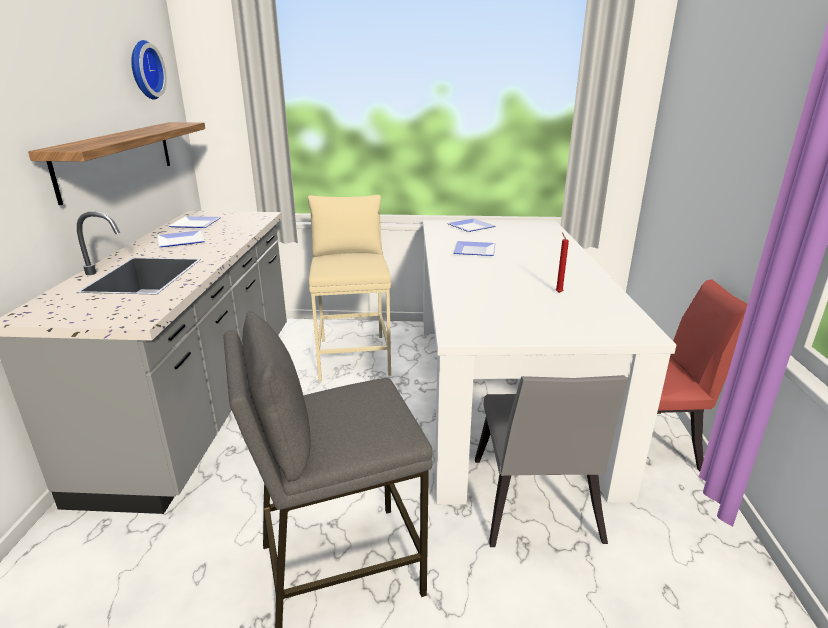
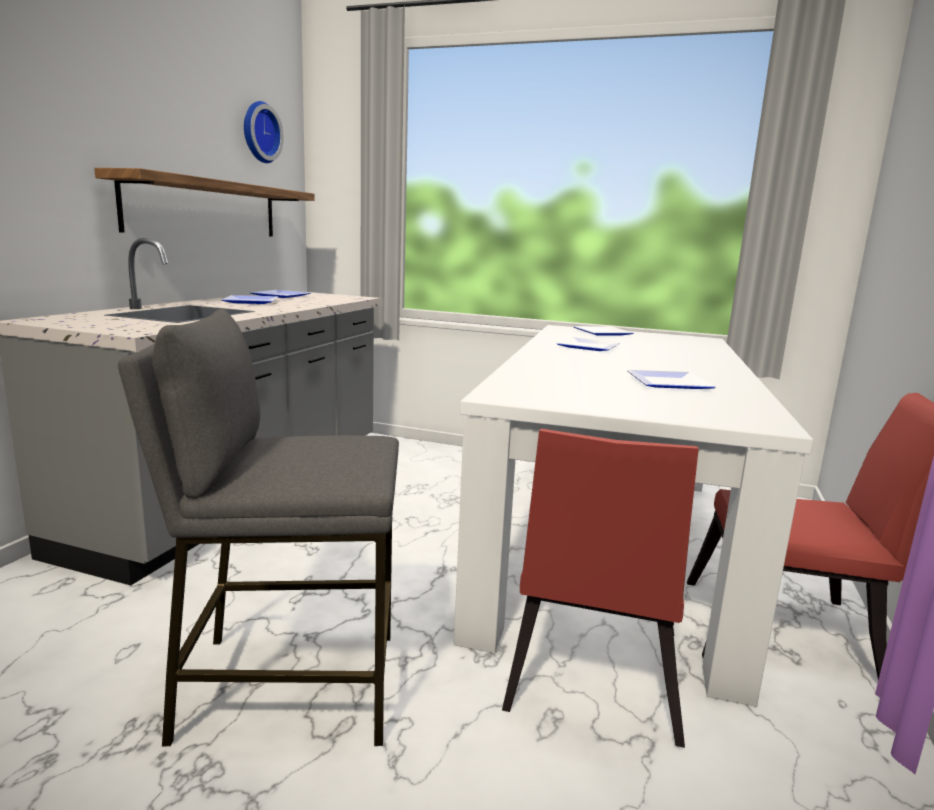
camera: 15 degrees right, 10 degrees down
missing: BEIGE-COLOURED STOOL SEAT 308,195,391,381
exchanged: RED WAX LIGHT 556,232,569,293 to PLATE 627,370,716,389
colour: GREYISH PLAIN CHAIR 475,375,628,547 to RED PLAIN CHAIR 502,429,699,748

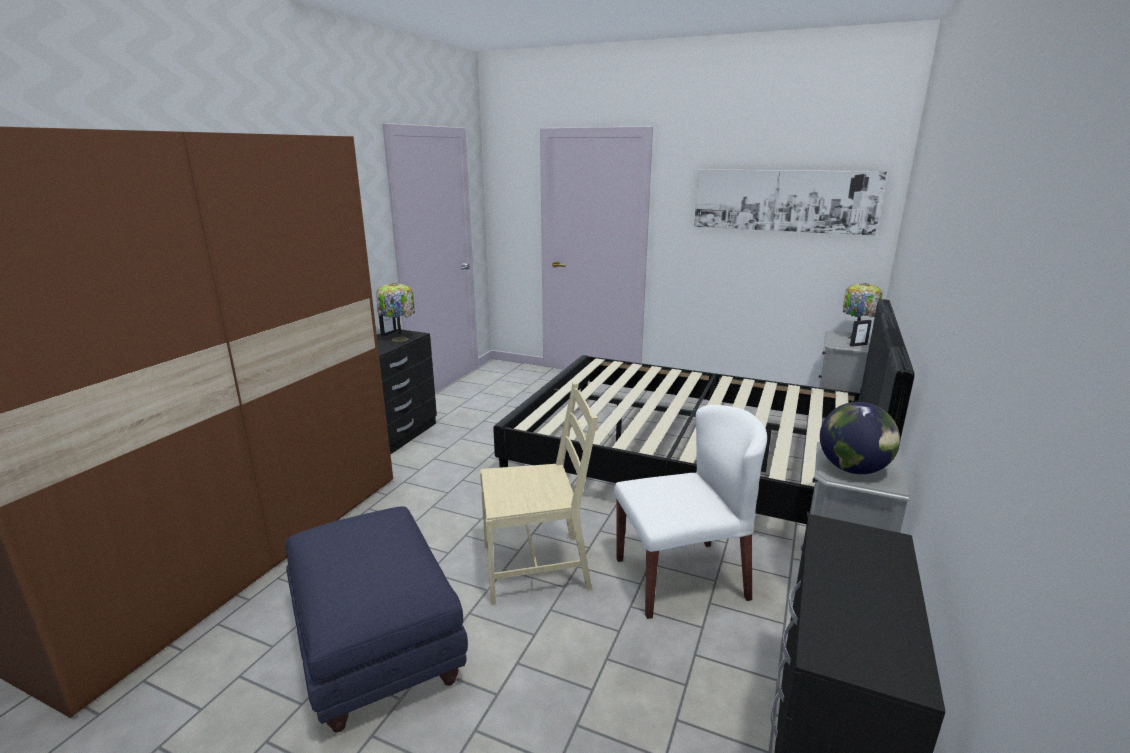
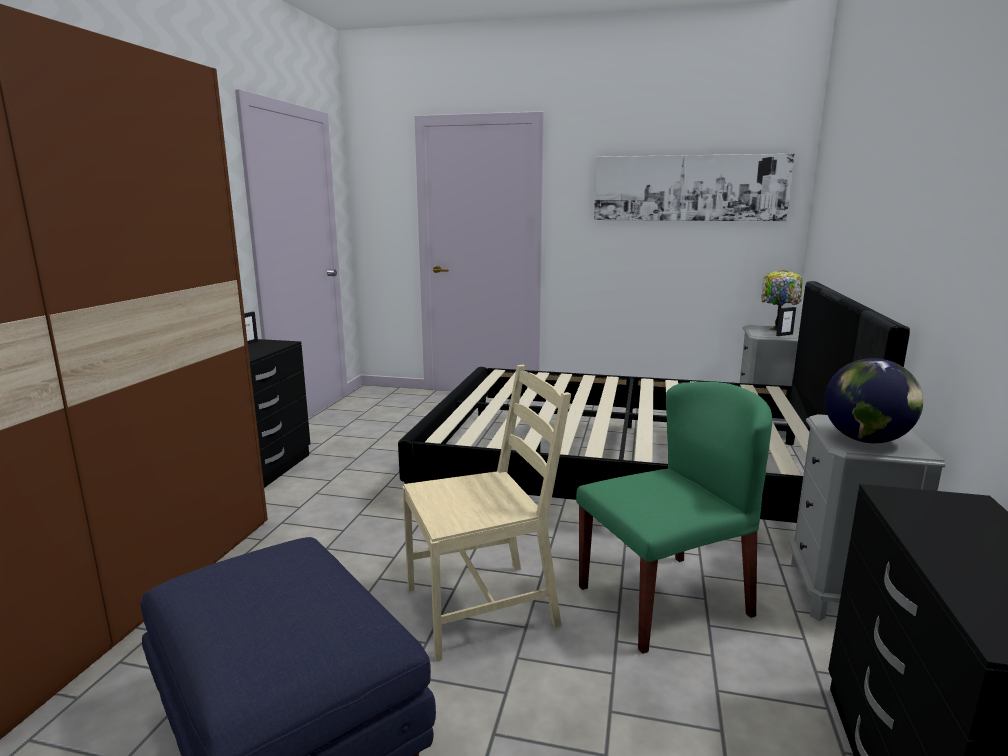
camera: 10 degrees left, 5 degrees down
missing: LAMP FOR A TABLE 376,283,415,342
colour: WHITE-COLOURED PLAIN CHAIR 614,405,767,619 to GREEN PLAIN CHAIR 576,382,772,654

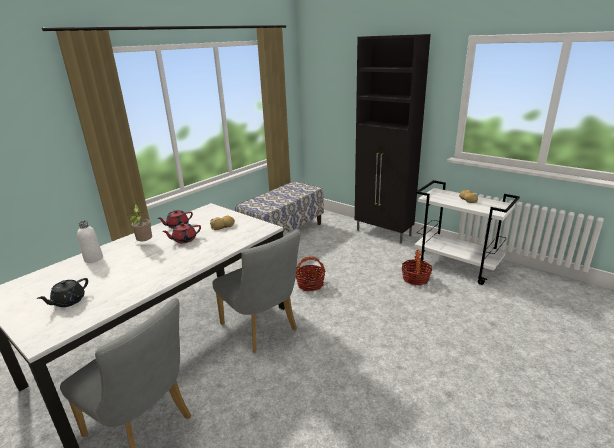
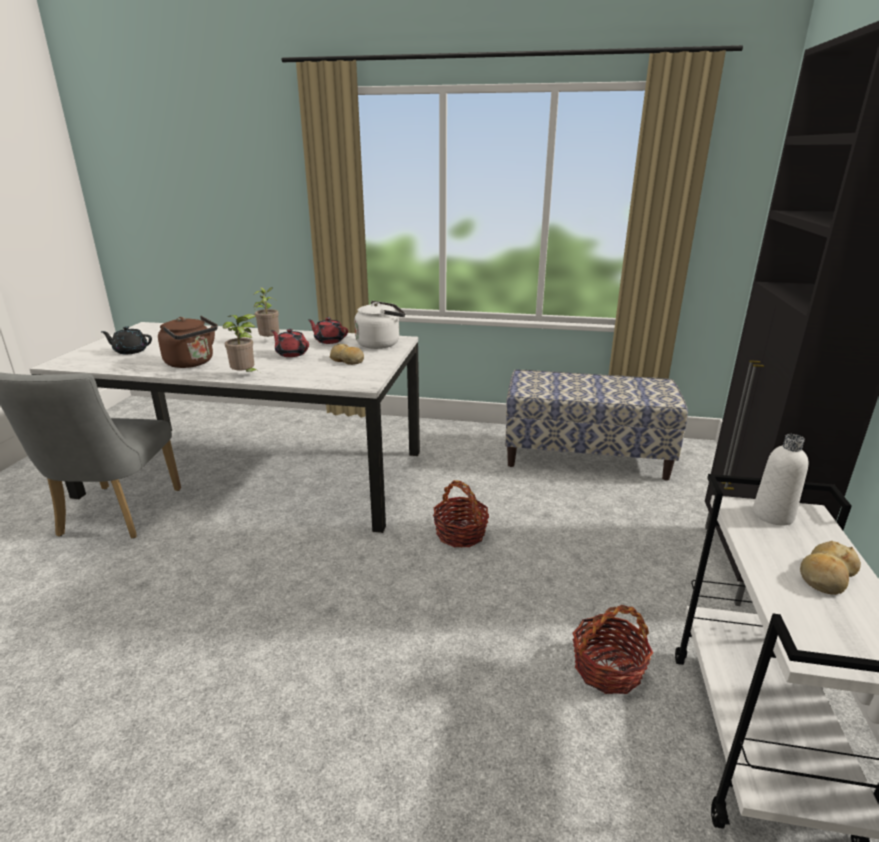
camera: 60 degrees right, 0 degrees up
missing: GREYISH PLAIN CHAIR 212,230,301,353
appeared: BROWNISH TEA KETTLE 158,316,218,368; HOUSEPLANT 223,314,257,372; WHITE-COLOURED TEA KETTLE 354,301,405,349
relocated: WHITE-COLOURED DRINK BOTTLE 77,221,103,263 to 753,434,808,525

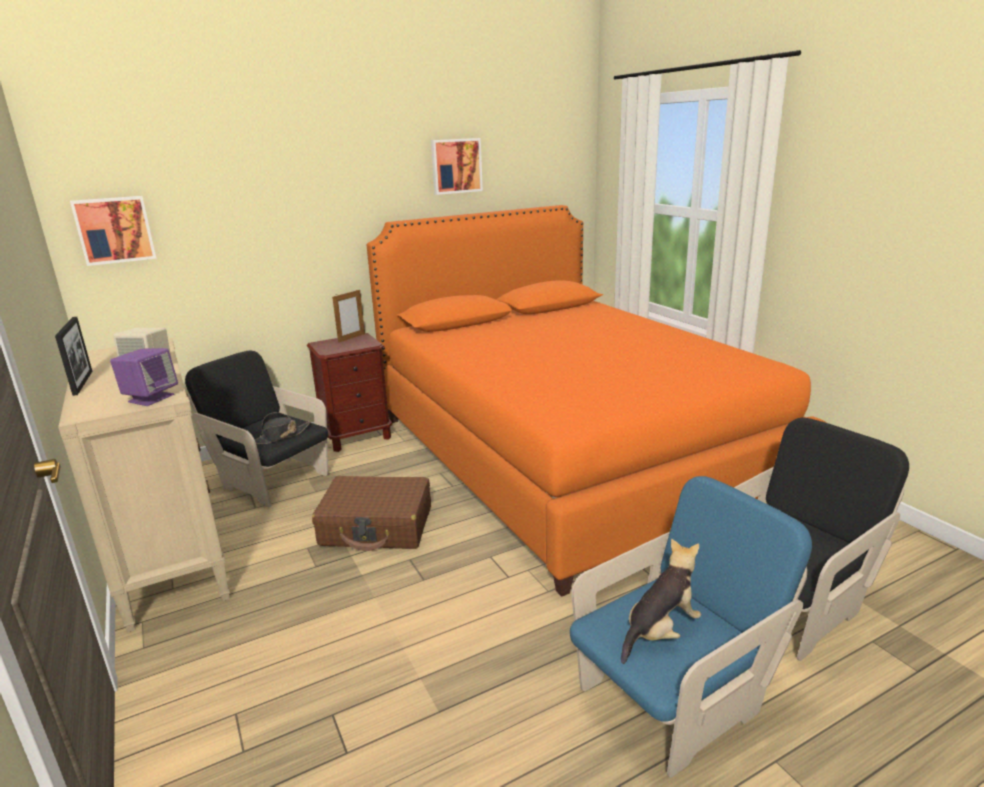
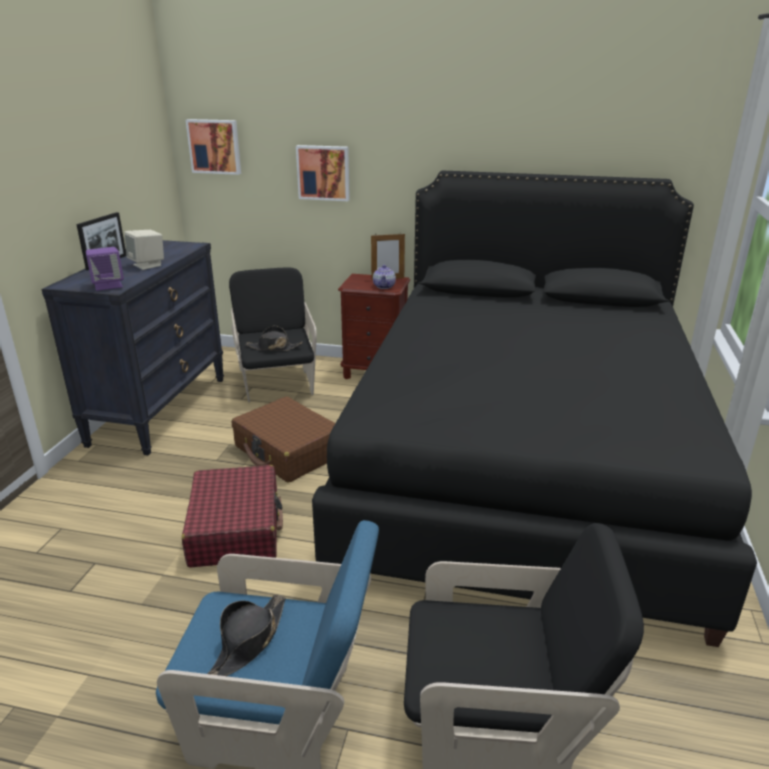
camera: 40 degrees right, 5 degrees up
appeared: RED PIECE OF LUGGAGE 182,465,283,568; TEAPOT 373,265,396,289
relocated: WALL PICTURE 431,138,483,195 to 296,145,350,201
exchanged: SOFT TOY 621,539,701,664 to BLACK-COLOURED CLOTHING HAT 207,594,285,676
colour: BEIGE-COLOURED DRAWER CHEST 58,338,230,632 to BLACK-COLOURED DRAWER CHEST 41,240,224,455; ORANGEY BEDROOM BED 367,205,826,597 to BLACK-COLOURED BEDROOM BED 312,170,757,647

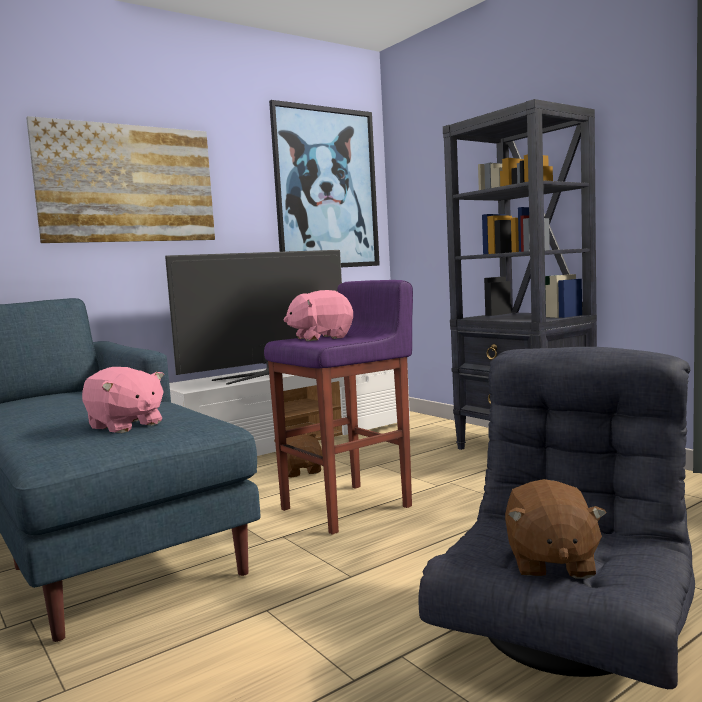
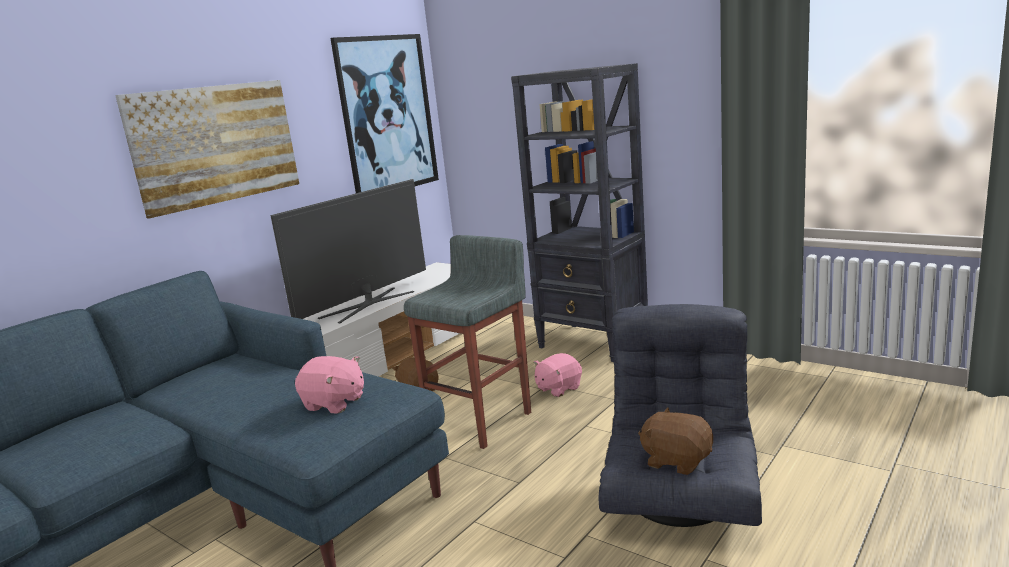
camera: 15 degrees left, 10 degrees up
relocated: PINKISH SOFT TOY 284,290,353,341 to 534,353,582,397
colour: PURPLE STOOL SEAT 264,280,413,535 to GREYISH STOOL SEAT 404,235,531,449
spun: BROWNISH SOFT TOY 505,479,607,579 = 638,407,713,475 135 degrees clockwise

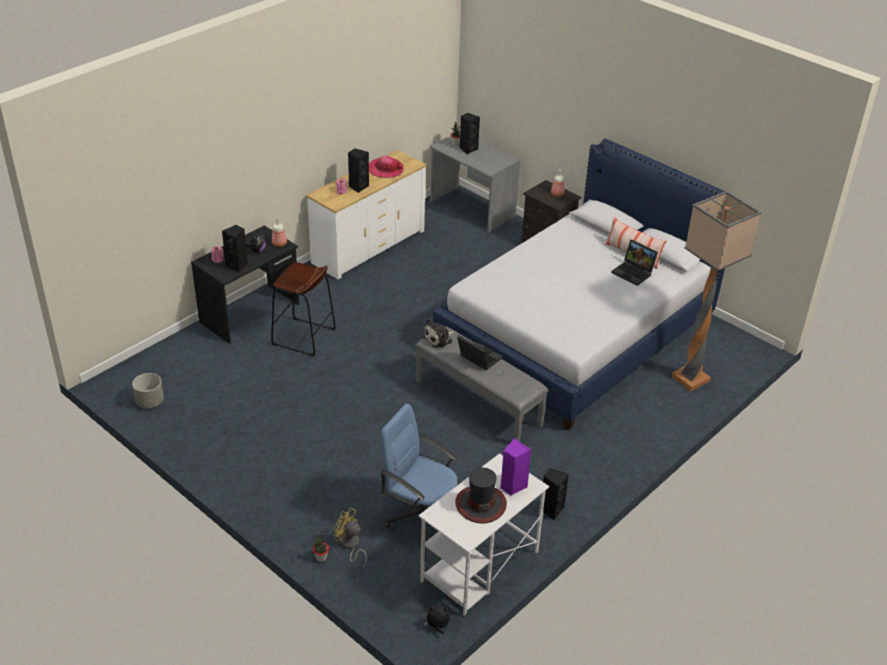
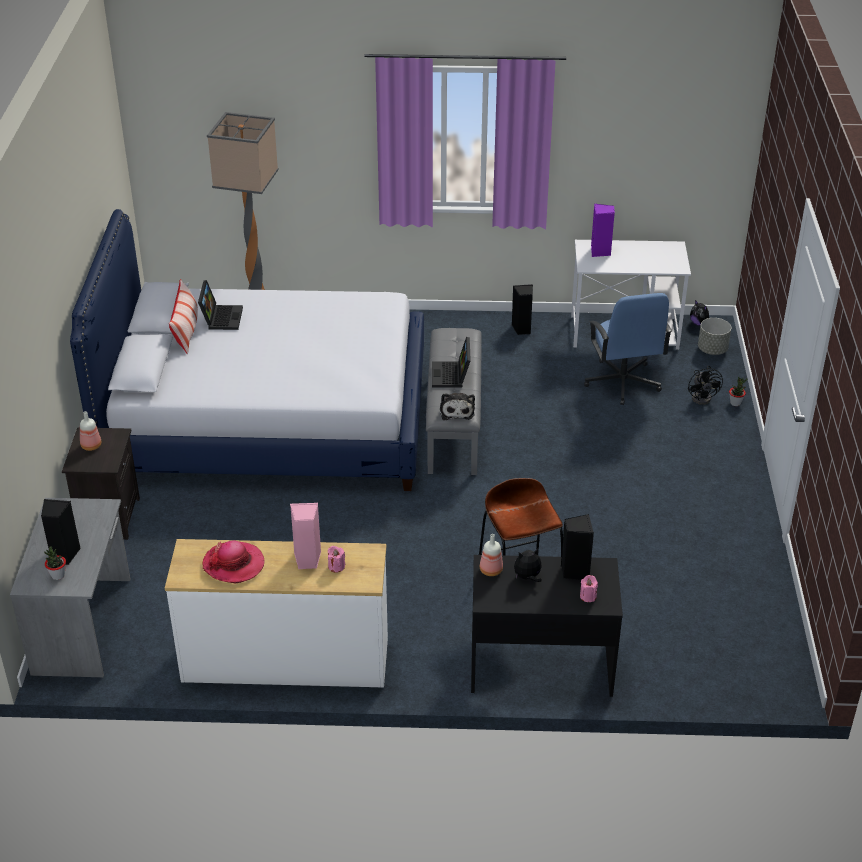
camera: 130 degrees left, 0 degrees up
missing: CLOTHING HAT 455,467,507,523
relocated: GREYISH PLANTER 132,373,164,408 to 698,318,731,355
colour: YELLOW-COLOURED ELECTRIC FAN 334,507,367,566 to BLACK-COLOURED ELECTRIC FAN 688,366,723,405; BLACK-COLOURED SPEAKER 348,148,369,193 to PINKISH SPEAKER 290,503,321,569
spun: SOFT TOY 423,318,454,349 = 440,393,475,420 75 degrees clockwise

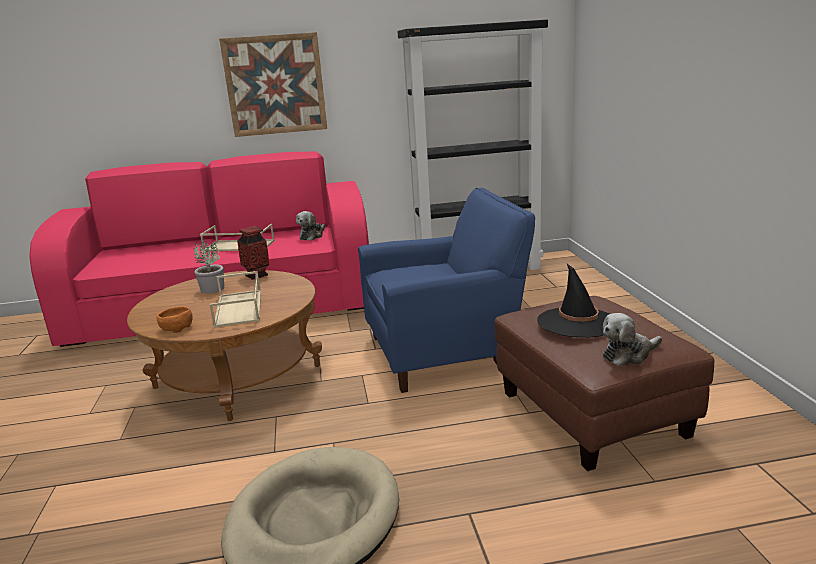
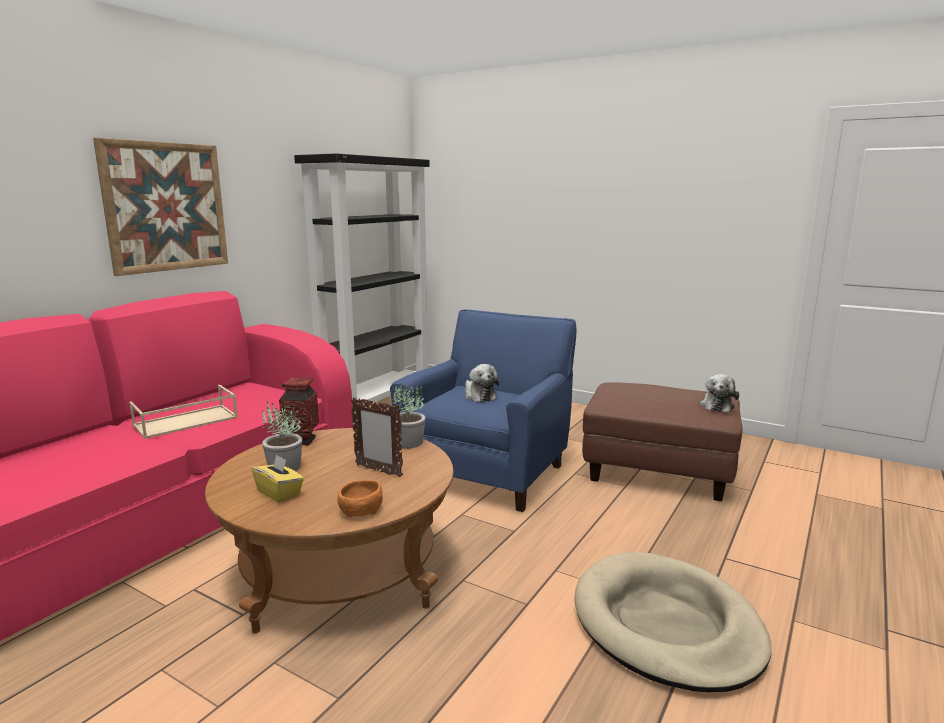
camera: 50 degrees left, 5 degrees down
missing: BLACK-COLOURED CLOTHING HAT 537,264,610,338
appeared: YELLOW-COLOURED TISSUE HOLDER 252,454,304,503; HOUSEPLANT 392,384,426,448
relocated: SOFT TOY 296,211,325,241 to 465,364,499,402
exchanged: BEIGE-COLOURED TRAY 209,271,261,328 to PHOTO FRAME 351,397,403,477

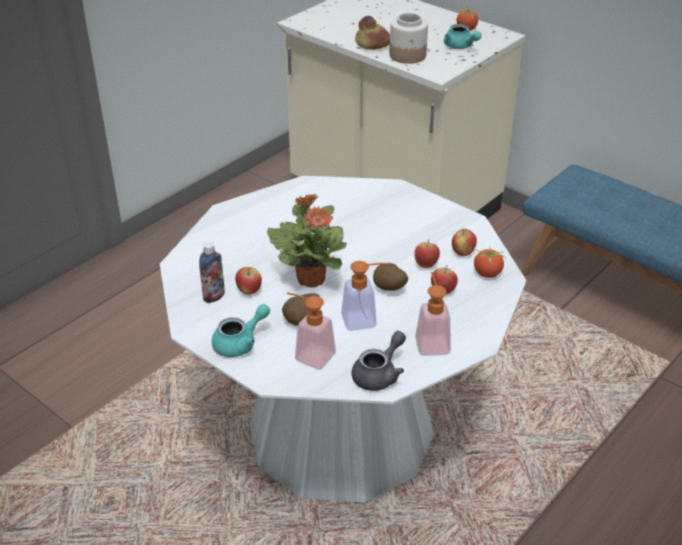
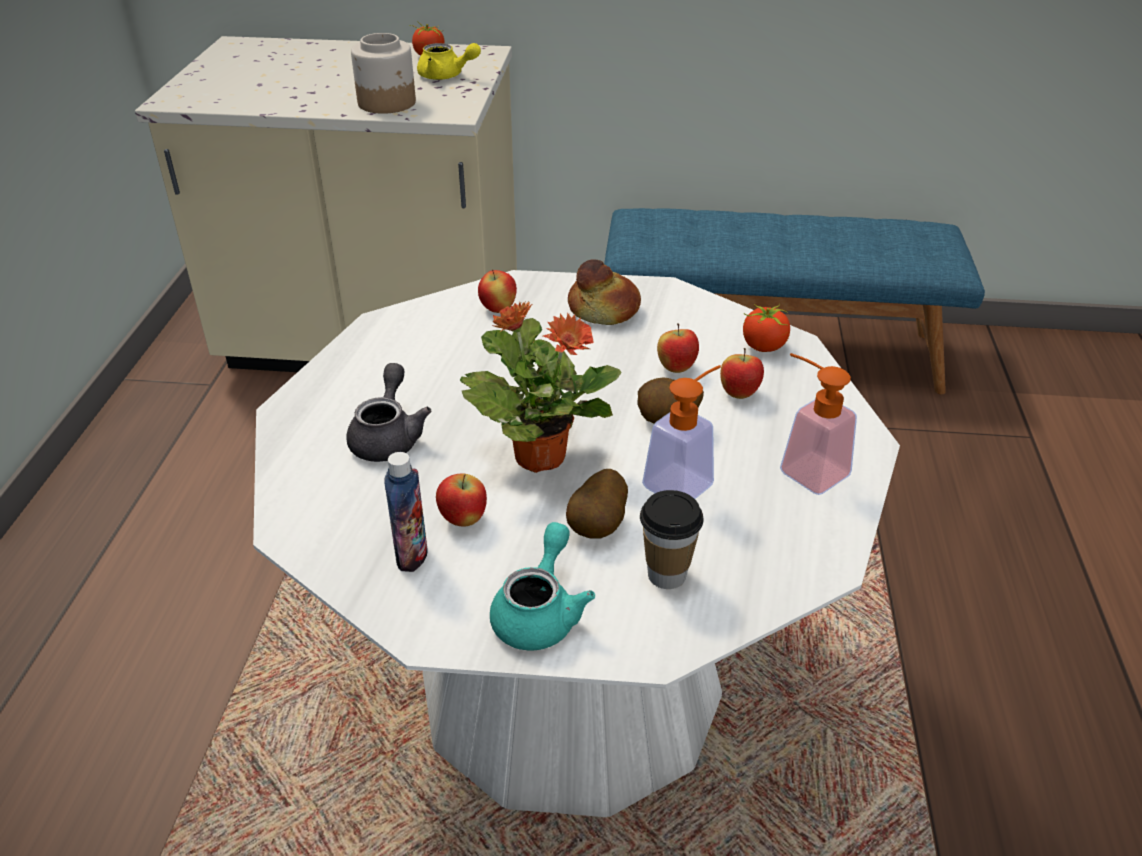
camera: 35 degrees left, 0 degrees up
relocated: GREYISH TEAPOT 352,331,406,391 to 346,363,432,462; BAKERY BREAD 355,16,390,50 to 568,259,641,325; WHOLE APPLE 452,229,477,256 to 478,269,517,313
exchanged: LIQUID SOAP BOTTLE 287,292,336,370 to CUP 640,490,704,589
colour: TURQUOISE TEAPOT 444,24,482,49 to YELLOW-COLOURED TEAPOT 417,43,481,80

